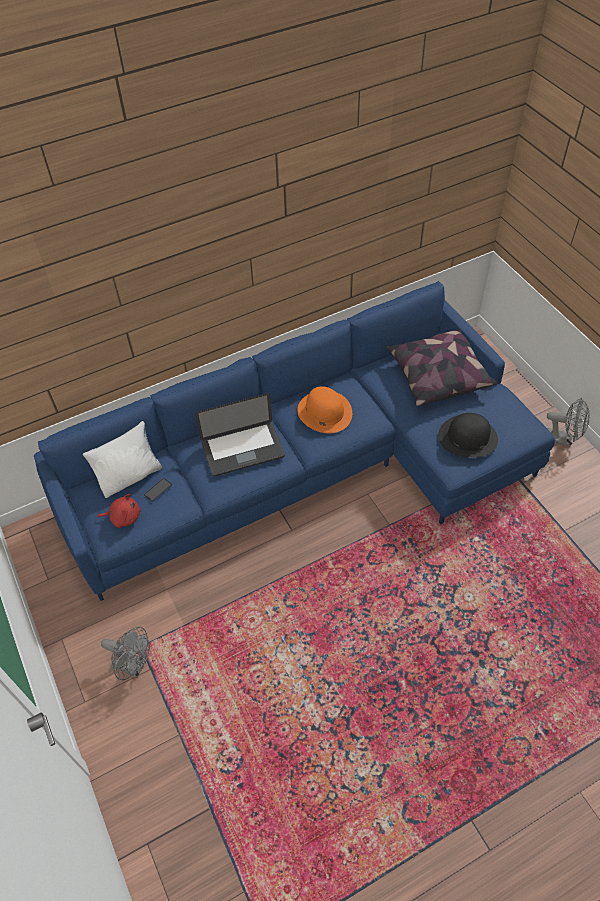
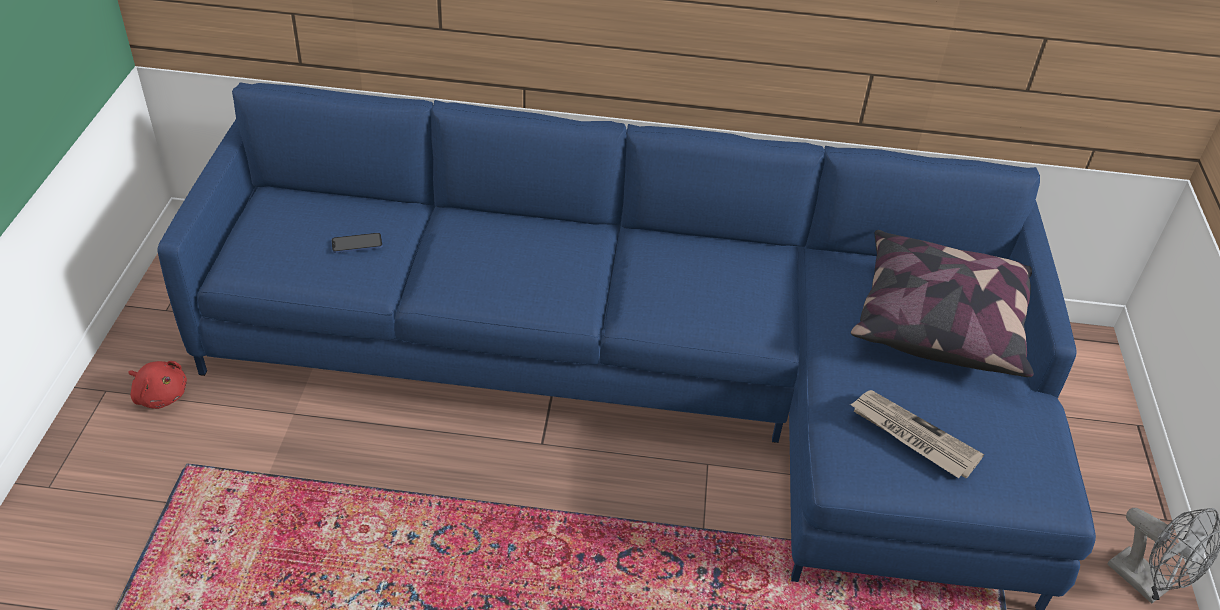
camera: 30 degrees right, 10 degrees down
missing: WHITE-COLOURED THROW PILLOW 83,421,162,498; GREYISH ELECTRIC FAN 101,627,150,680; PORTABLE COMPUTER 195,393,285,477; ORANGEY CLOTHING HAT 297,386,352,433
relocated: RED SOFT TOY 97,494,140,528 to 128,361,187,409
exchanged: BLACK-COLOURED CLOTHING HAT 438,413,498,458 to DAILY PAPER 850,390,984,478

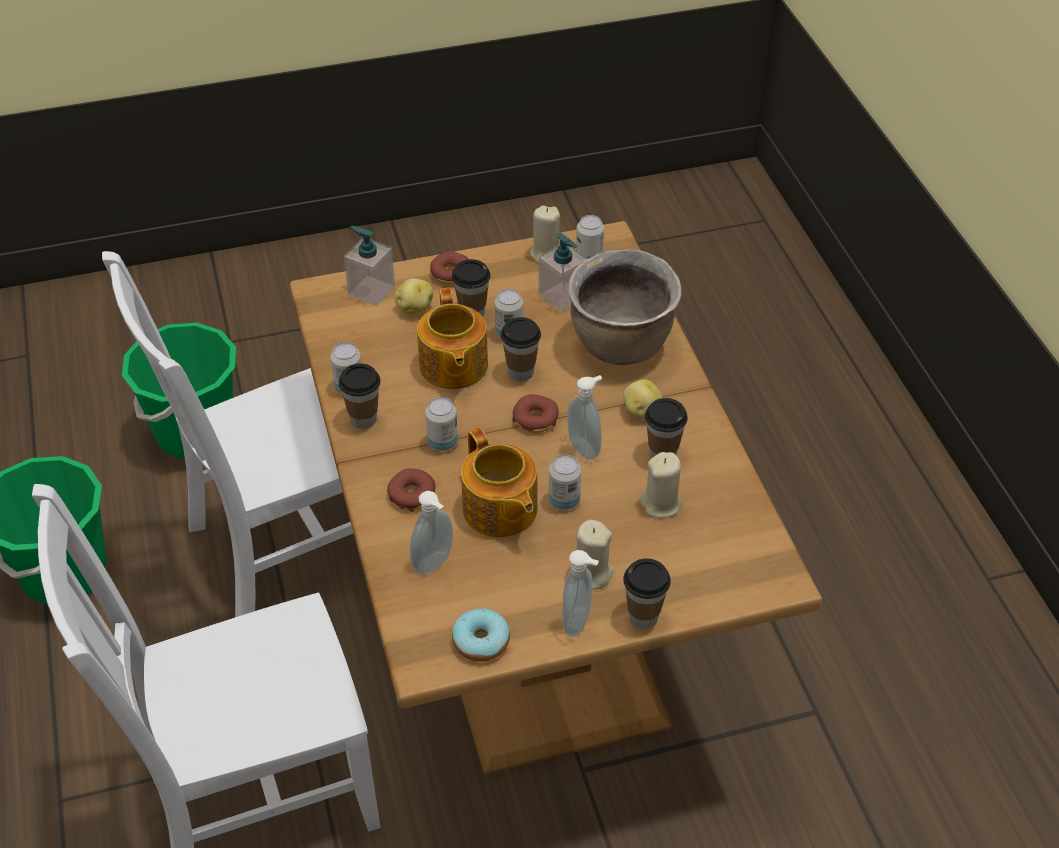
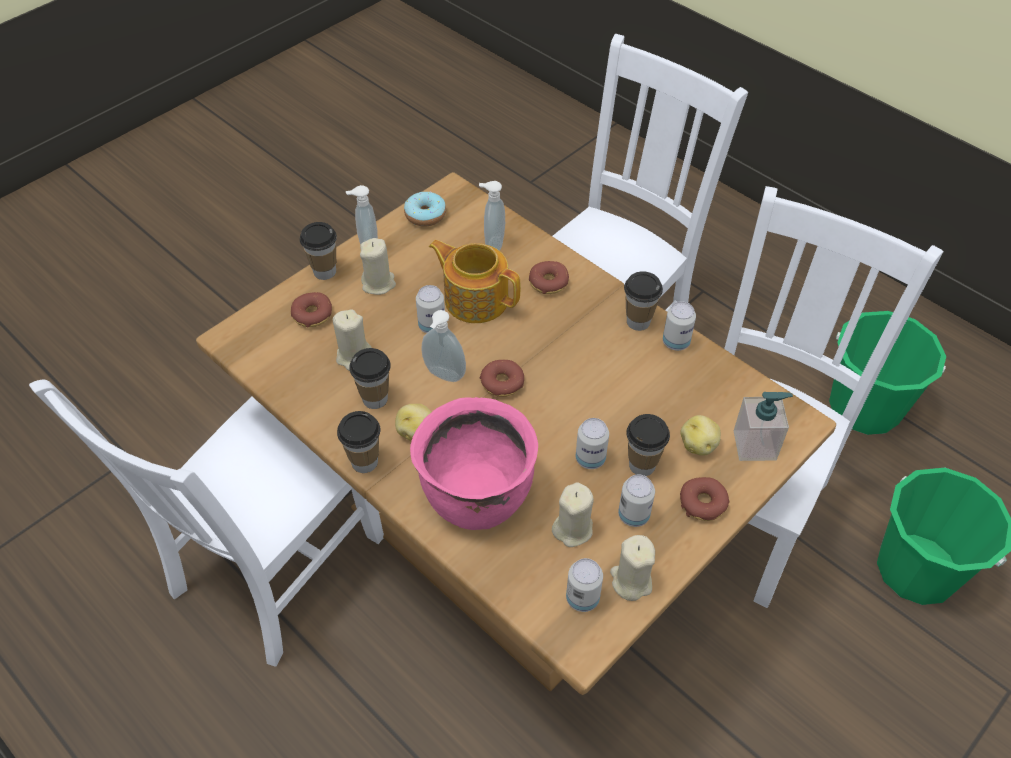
camera: 150 degrees right, 5 degrees up
missing: TEAPOT 417,287,488,389
appeared: WHITE-COLOURED PLAIN CHAIR 29,380,384,667; DONUT 291,292,332,327
relocated: SEALED CAN 425,397,458,451 to 618,475,655,527; CUP 501,317,541,381 to 337,411,380,473
exchanged: LIQUID SOAP BOTTLE 539,233,587,312 to BEIGE-COLOURED WAX LIGHT 552,483,594,547
colour: BROWNISH SAUCEPOT 568,250,681,365 to PINKISH SAUCEPOT 410,397,538,530

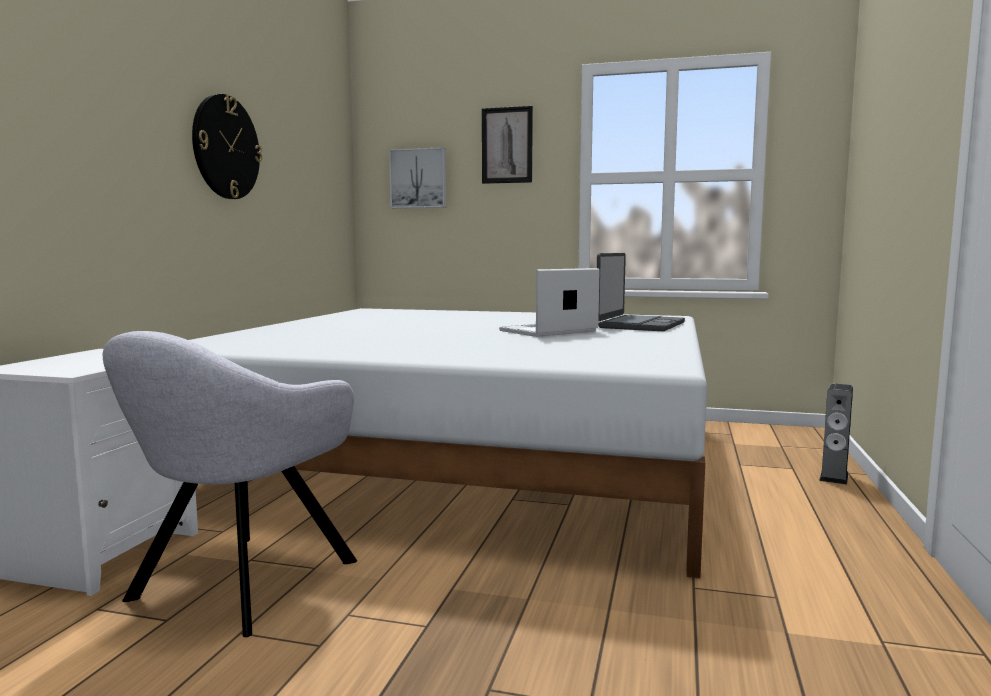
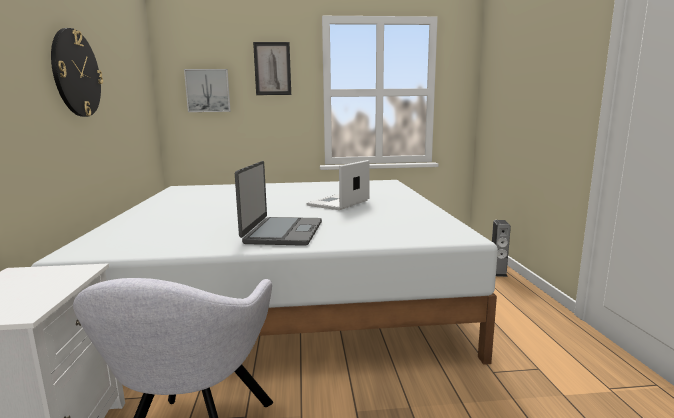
camera: 20 degrees left, 5 degrees up
relocated: PORTABLE COMPUTER 597,253,685,331 to 235,161,322,246

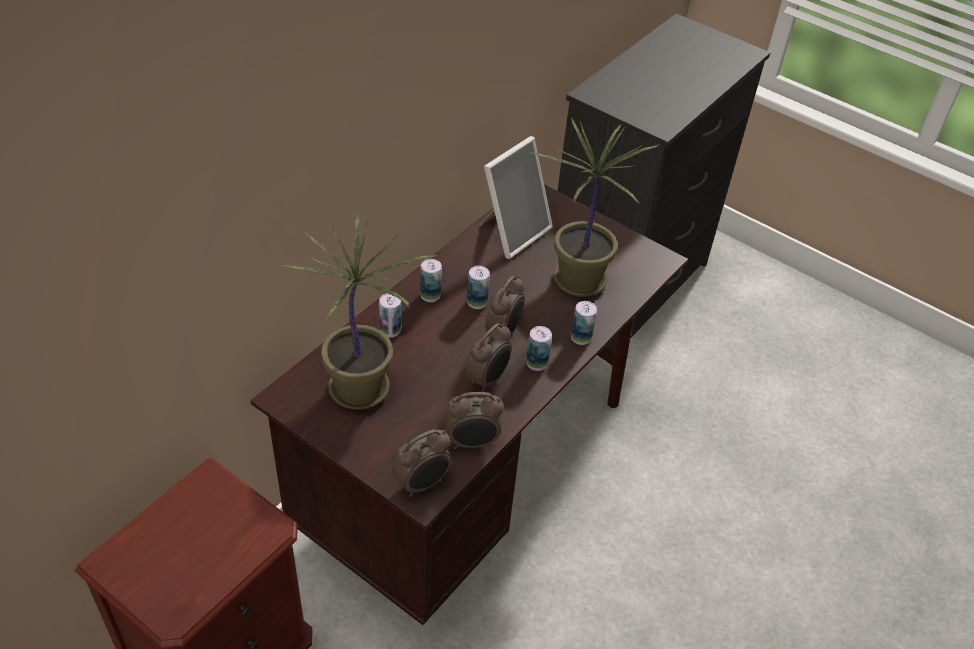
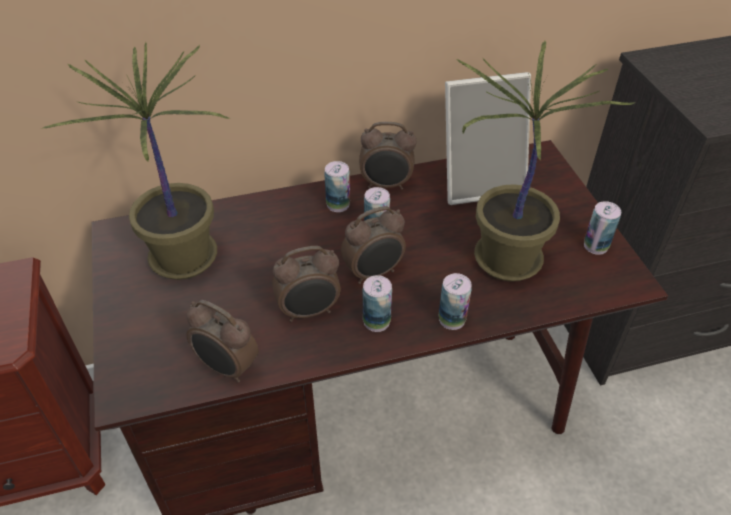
camera: 40 degrees right, 0 degrees up
relocated: SEALED CAN 379,293,402,337 to 584,201,621,255; ALARM CLOCK 392,429,452,497 to 359,122,417,190

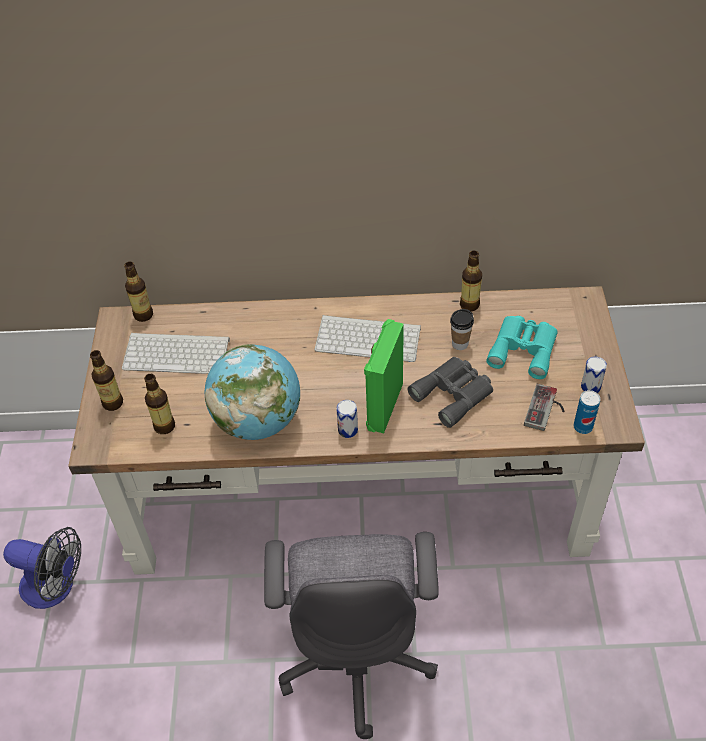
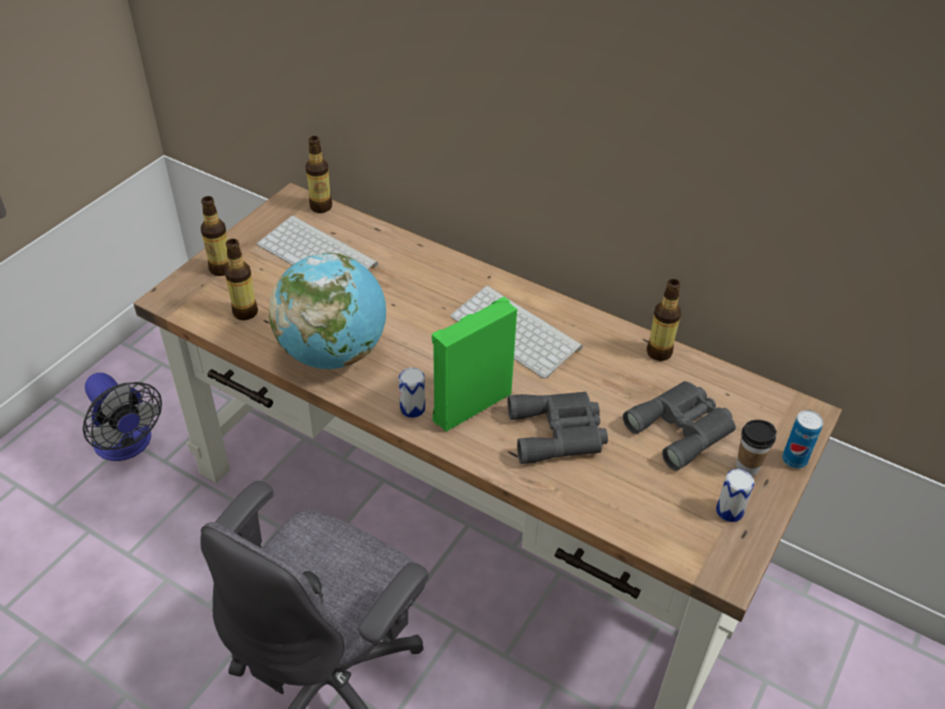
camera: 30 degrees right, 5 degrees down
missing: GAME CONTROLLER 524,384,565,431
relocated: CUP 450,309,474,350 to 736,420,777,476; SEALED CAN 573,390,600,434 to 782,410,823,469
colour: TURQUOISE FIELD GLASSES 486,316,558,379 to GREYISH FIELD GLASSES 623,381,736,471

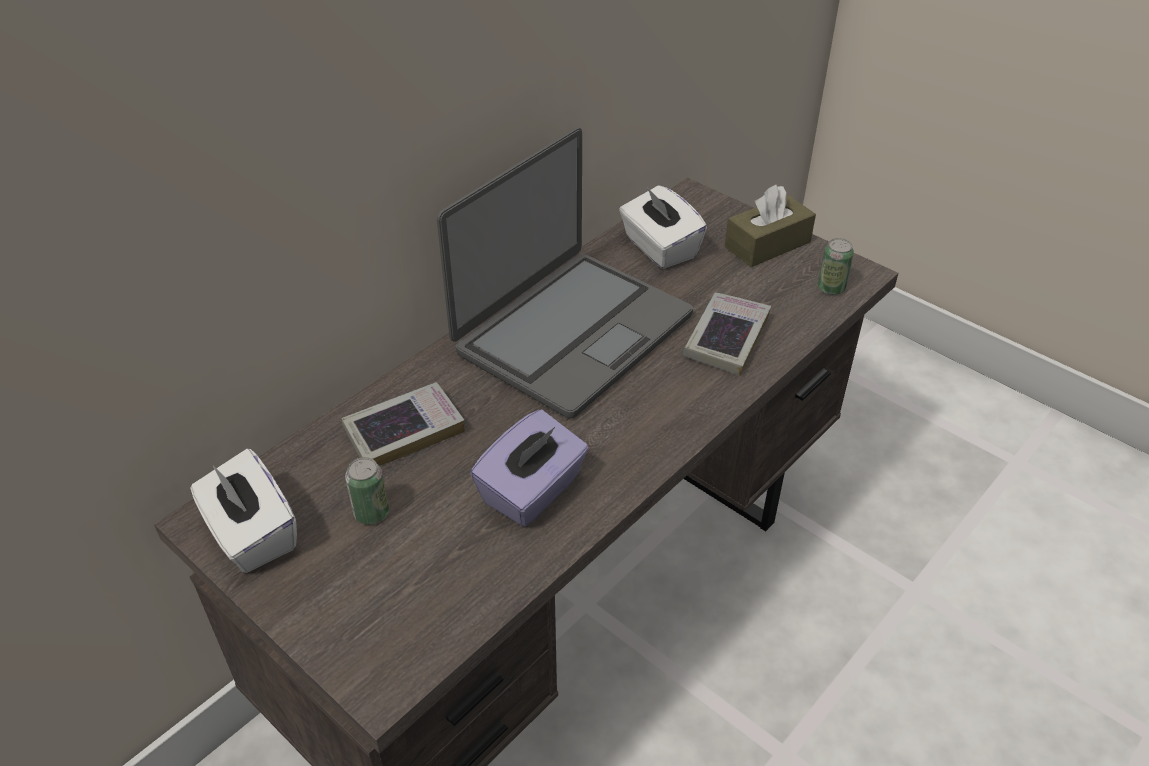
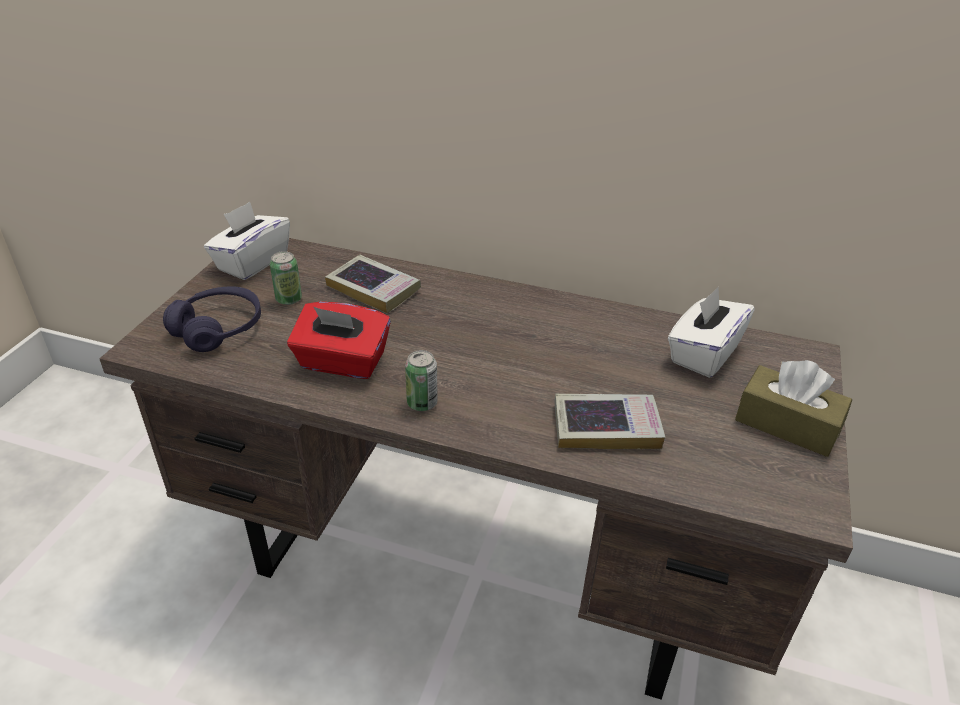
camera: 65 degrees right, 5 degrees down
missing: PORTABLE COMPUTER 437,128,693,418
appeared: PURPLE HEADPHONES 163,287,261,352
relocated: SEALED CAN 818,238,854,295 to 405,350,438,411
colour: PURPLE TISSUE HOLDER 470,409,589,527 to RED TISSUE HOLDER 287,302,391,379

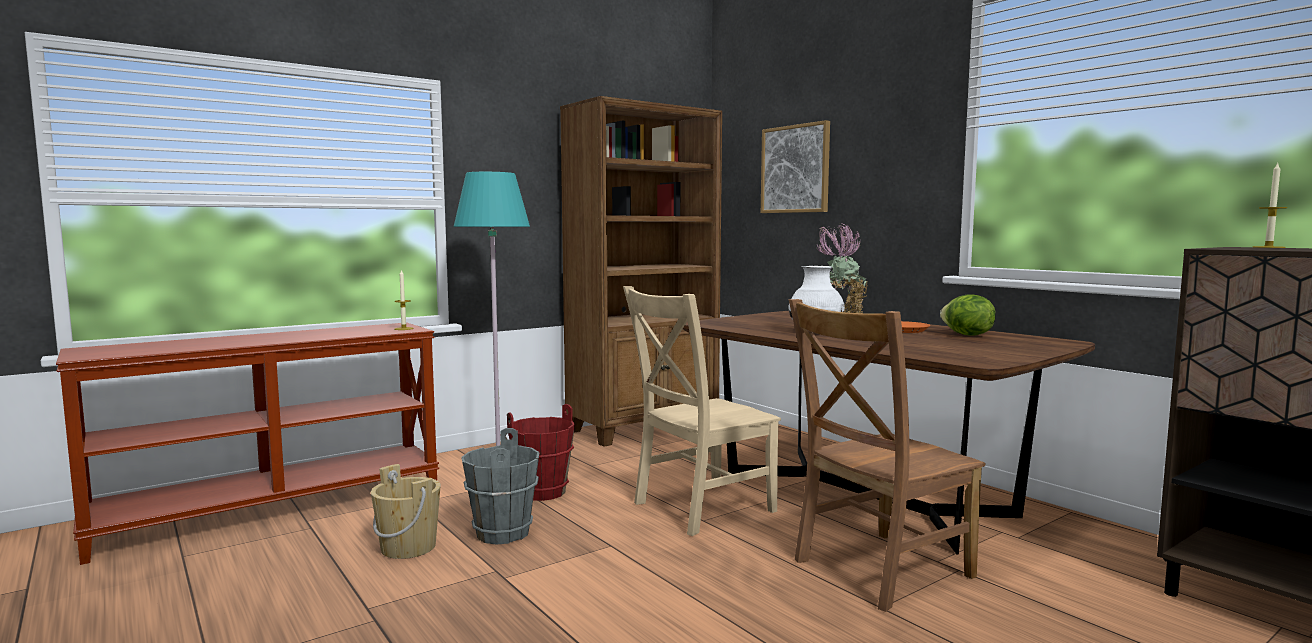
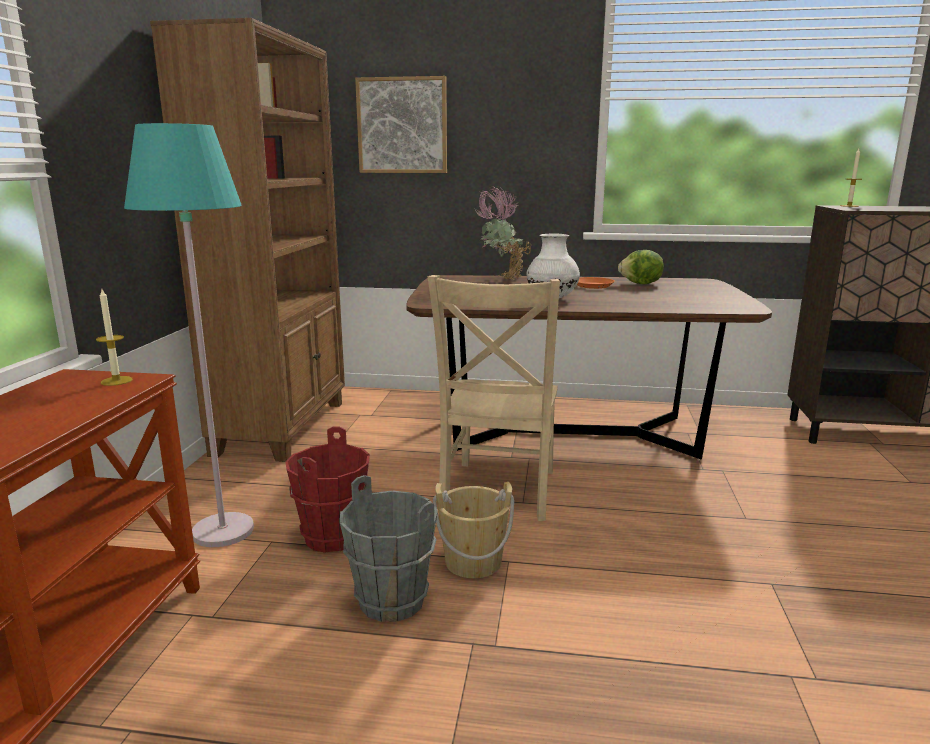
camera: 45 degrees left, 10 degrees up
missing: BROWNISH PLAIN CHAIR 789,299,985,612
relocated: BEIGE-COLOURED WATER BUCKET 371,464,441,559 to 433,482,514,578

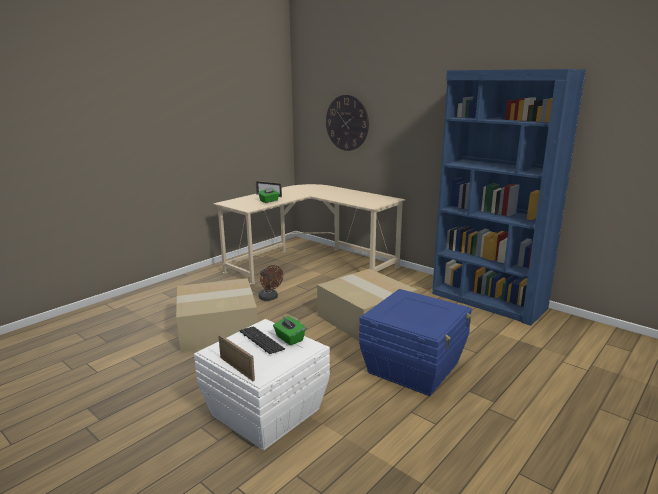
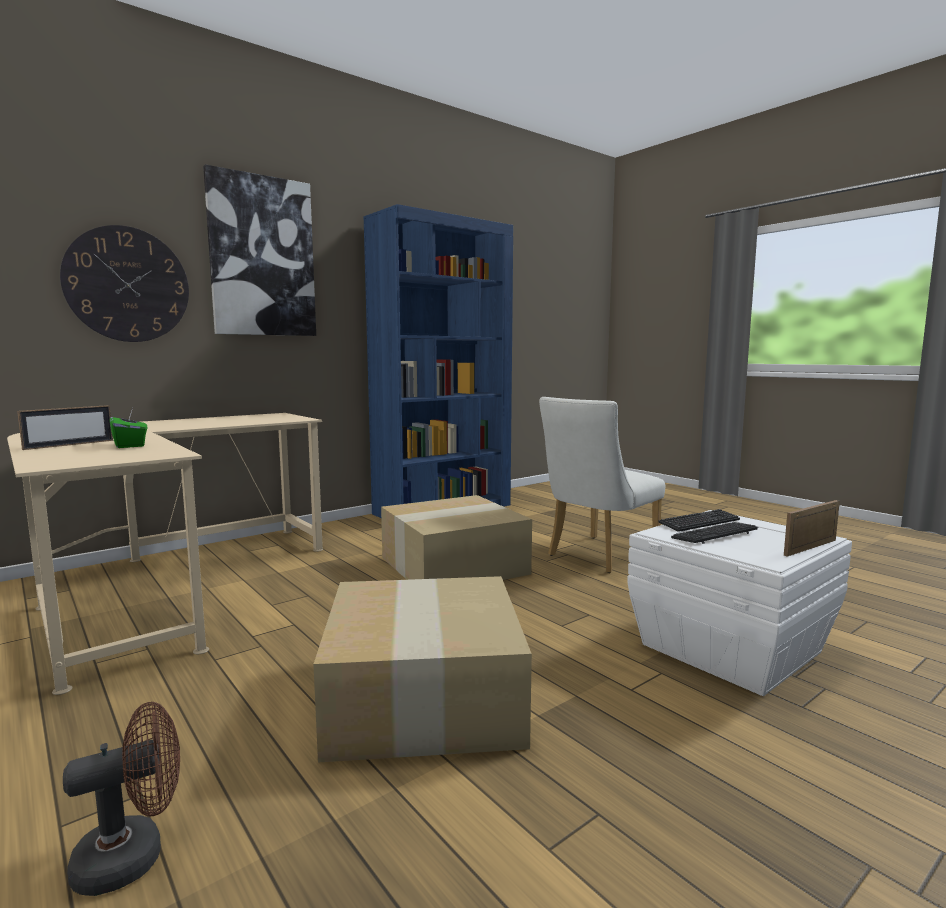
camera: 80 degrees left, 10 degrees down
appeared: WALL PICTURE 203,164,316,336
relocated: BROWNISH ELECTRIC FAN 258,265,283,301 to 63,702,180,896
exchanged: GREEN TISSUE HOLDER 273,316,306,345 to PC KEYBOARD 658,509,740,532; BLUISH STORAGE BIN 359,289,472,396 to WHITE-COLOURED PLAIN CHAIR 539,397,665,573

